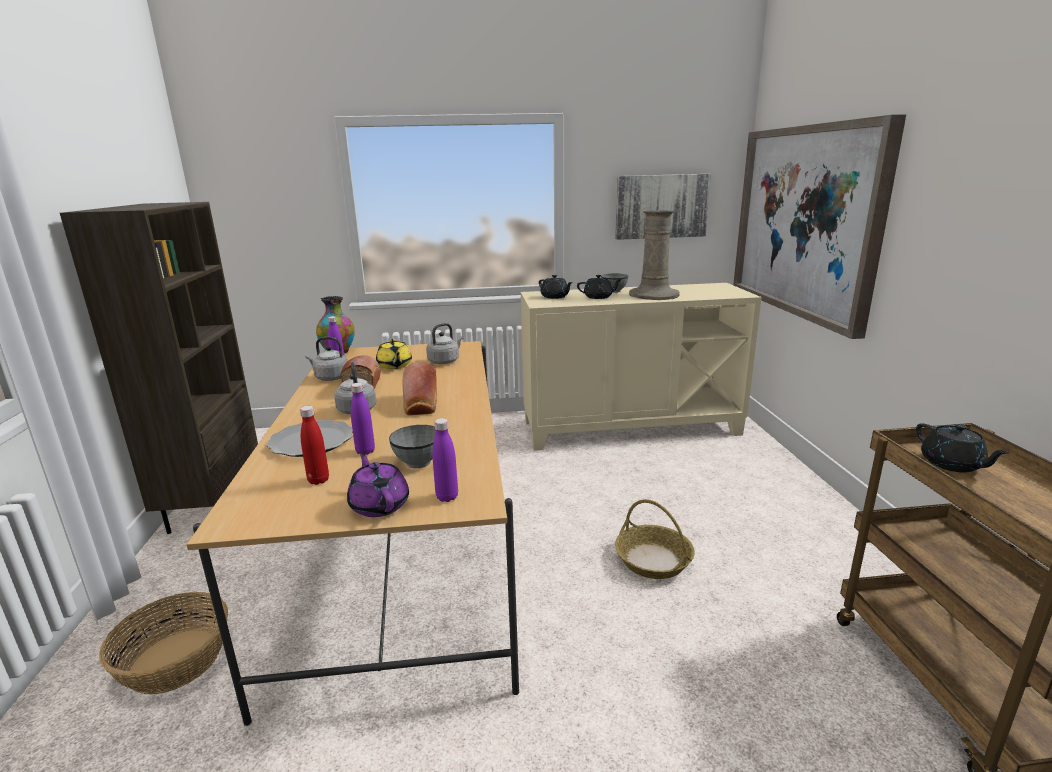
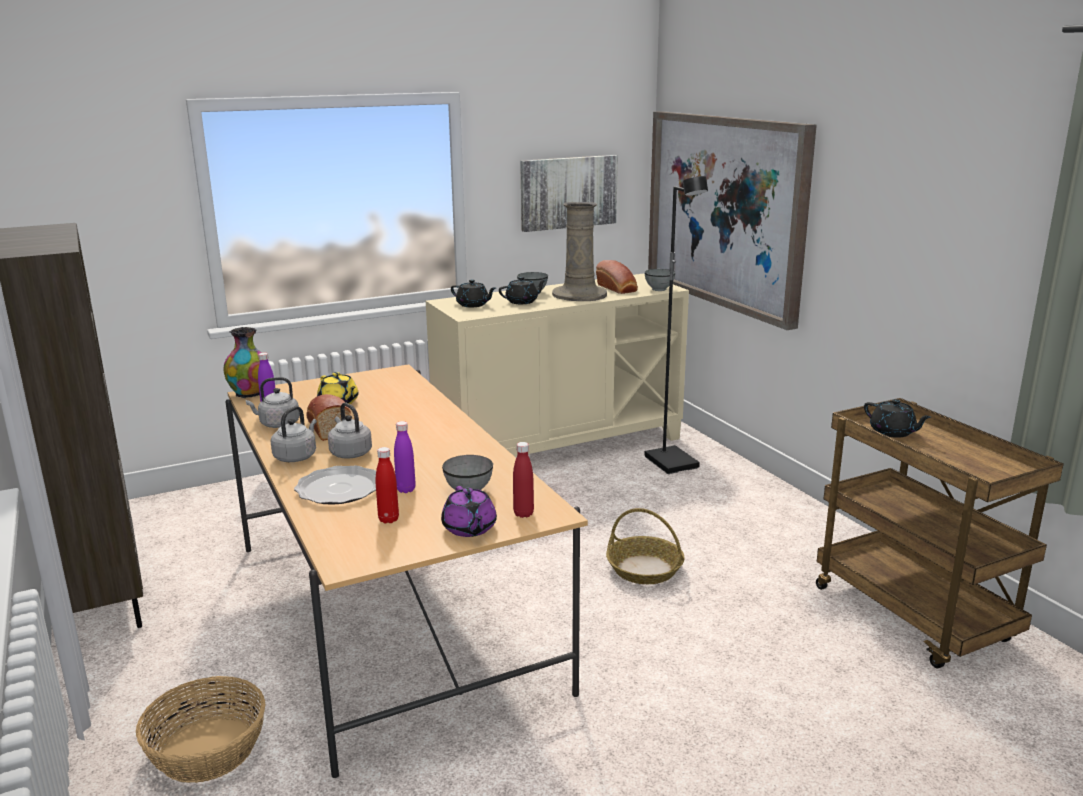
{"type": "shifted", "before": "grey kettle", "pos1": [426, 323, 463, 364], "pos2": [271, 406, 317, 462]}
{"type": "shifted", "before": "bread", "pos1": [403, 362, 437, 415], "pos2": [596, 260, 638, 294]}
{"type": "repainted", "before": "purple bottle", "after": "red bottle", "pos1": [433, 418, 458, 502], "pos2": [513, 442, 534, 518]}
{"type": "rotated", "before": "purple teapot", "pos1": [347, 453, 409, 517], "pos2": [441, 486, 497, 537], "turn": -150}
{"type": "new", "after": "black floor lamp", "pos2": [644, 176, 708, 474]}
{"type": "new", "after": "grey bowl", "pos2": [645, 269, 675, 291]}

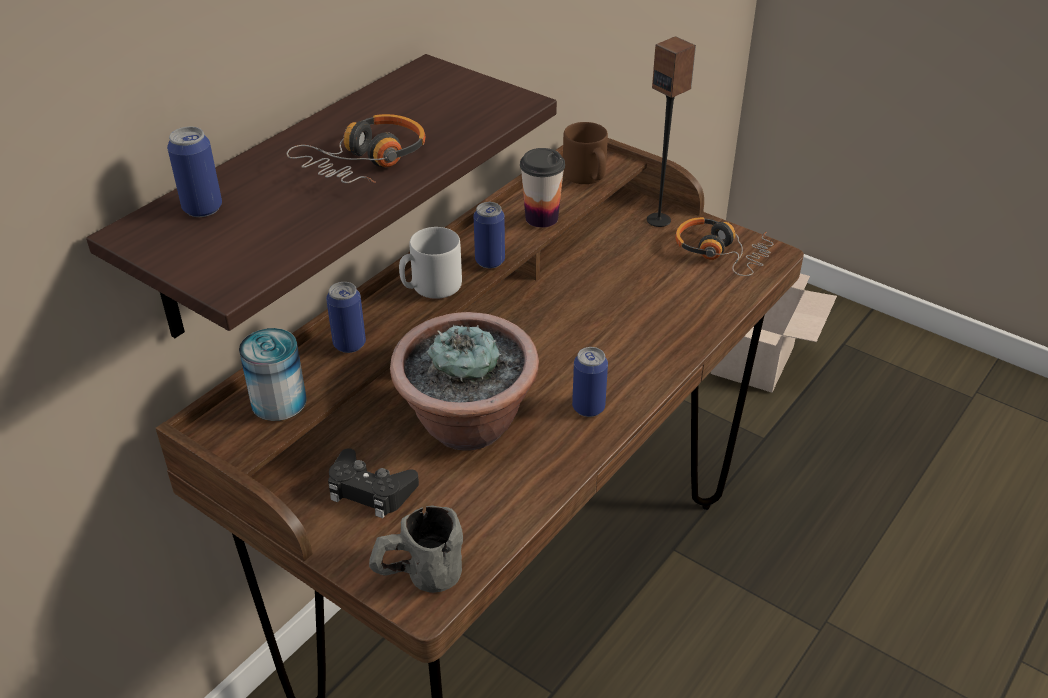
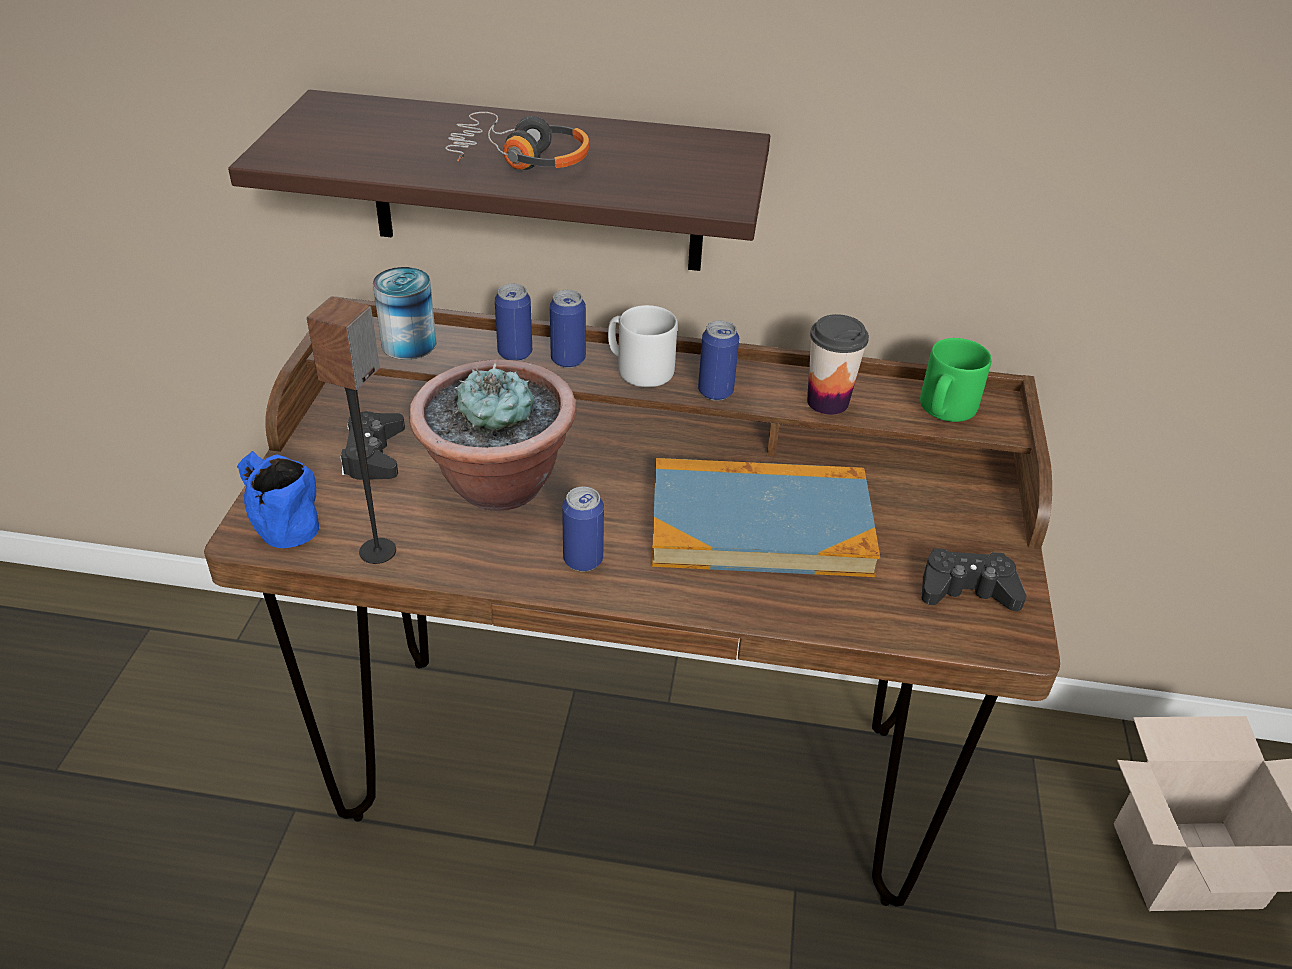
{"type": "shifted", "before": "speaker", "pos1": [647, 37, 696, 227], "pos2": [307, 296, 396, 564]}
{"type": "repainted", "before": "brown mug", "after": "green mug", "pos1": [563, 122, 608, 184], "pos2": [920, 338, 992, 422]}
{"type": "shifted", "before": "can", "pos1": [167, 127, 222, 217], "pos2": [550, 290, 586, 368]}
{"type": "swapped", "before": "headphones", "after": "black game controller", "pos1": [675, 217, 773, 276], "pos2": [921, 548, 1026, 611]}
{"type": "repainted", "before": "grey mug", "after": "blue mug", "pos1": [369, 505, 463, 593], "pos2": [237, 451, 319, 548]}
{"type": "new", "after": "book", "pos2": [651, 458, 880, 577]}

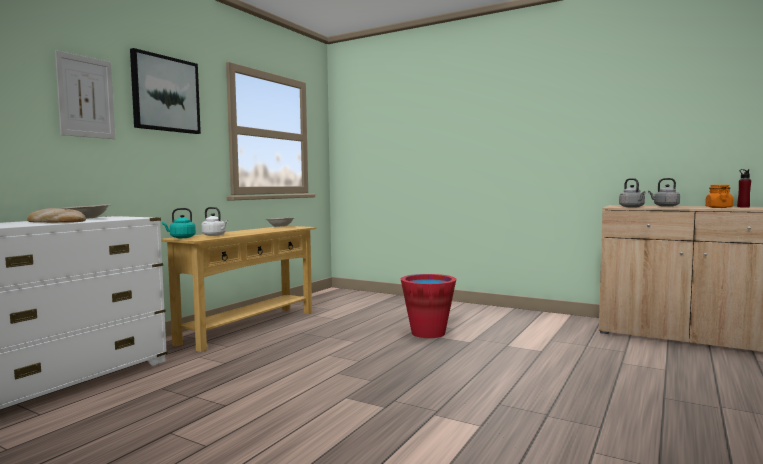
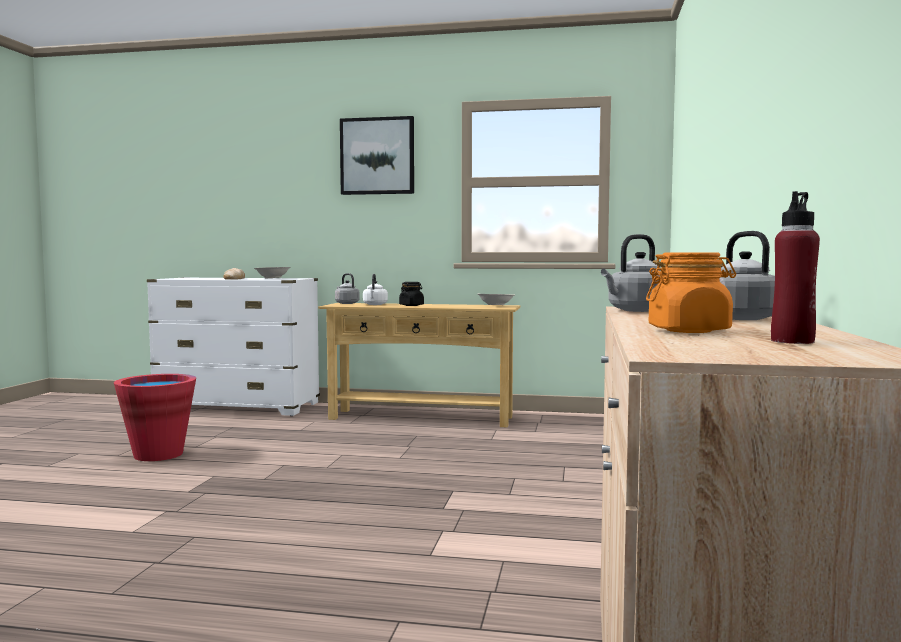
{"type": "gone", "before": "picture", "pos1": [55, 50, 115, 139]}
{"type": "repainted", "before": "turquoise kettle", "after": "grey kettle", "pos1": [162, 208, 196, 238], "pos2": [335, 273, 360, 304]}
{"type": "shifted", "before": "red bucket", "pos1": [400, 274, 456, 338], "pos2": [114, 374, 196, 461]}
{"type": "new", "after": "black jar", "pos2": [399, 282, 424, 306]}

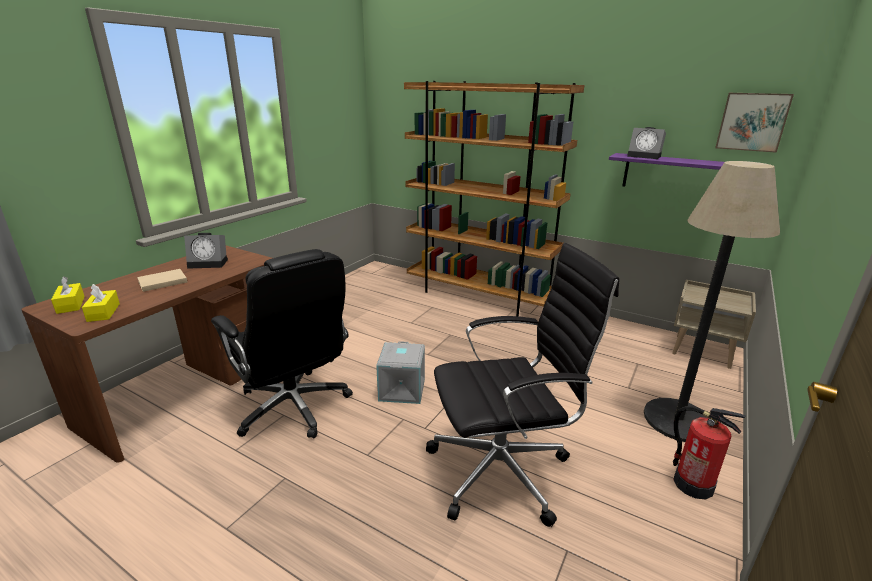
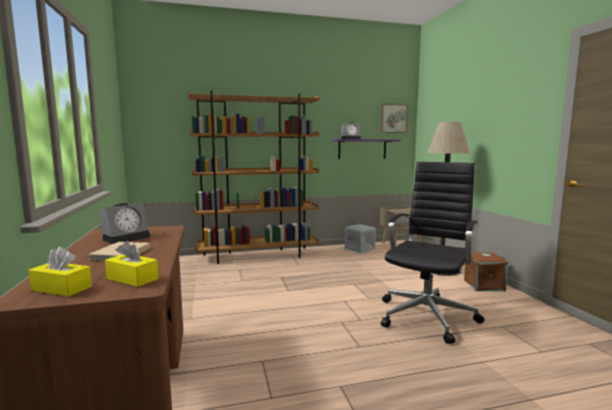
{"type": "gone", "before": "black office chair", "pos1": [211, 249, 353, 438]}
{"type": "shifted", "before": "grey storage box", "pos1": [376, 341, 425, 404], "pos2": [345, 224, 376, 253]}
{"type": "swapped", "before": "fire extinguisher", "after": "brown storage box", "pos1": [673, 406, 746, 499], "pos2": [464, 253, 508, 292]}

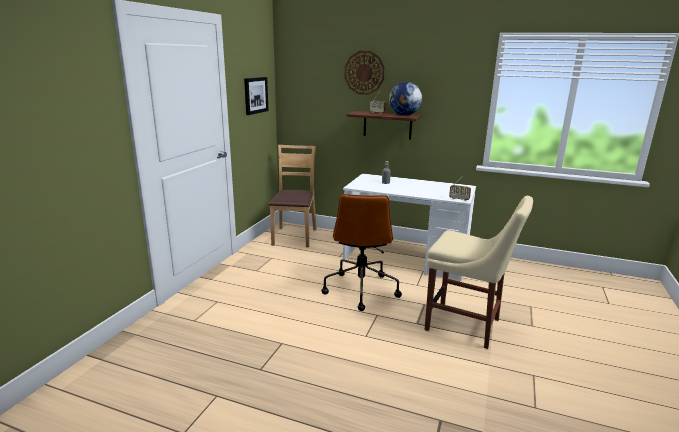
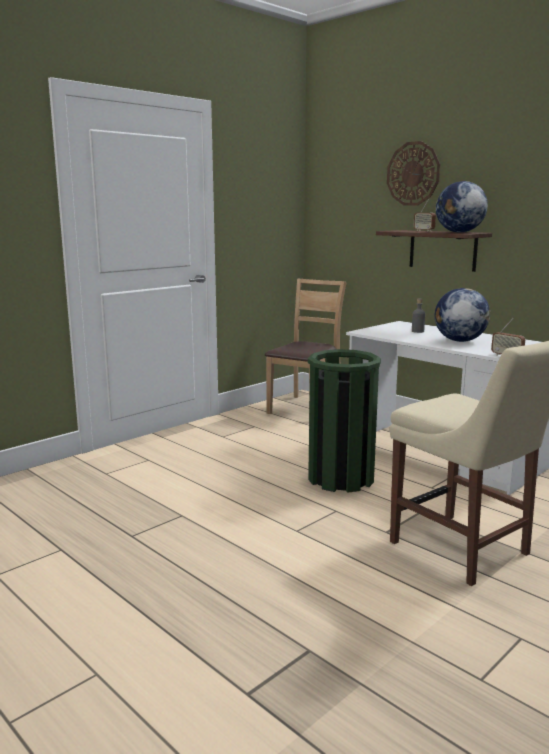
{"type": "gone", "before": "picture", "pos1": [244, 77, 269, 115]}
{"type": "swapped", "before": "brown office chair", "after": "green trash can", "pos1": [321, 194, 402, 311], "pos2": [308, 349, 381, 493]}
{"type": "new", "after": "globe", "pos2": [435, 288, 490, 342]}

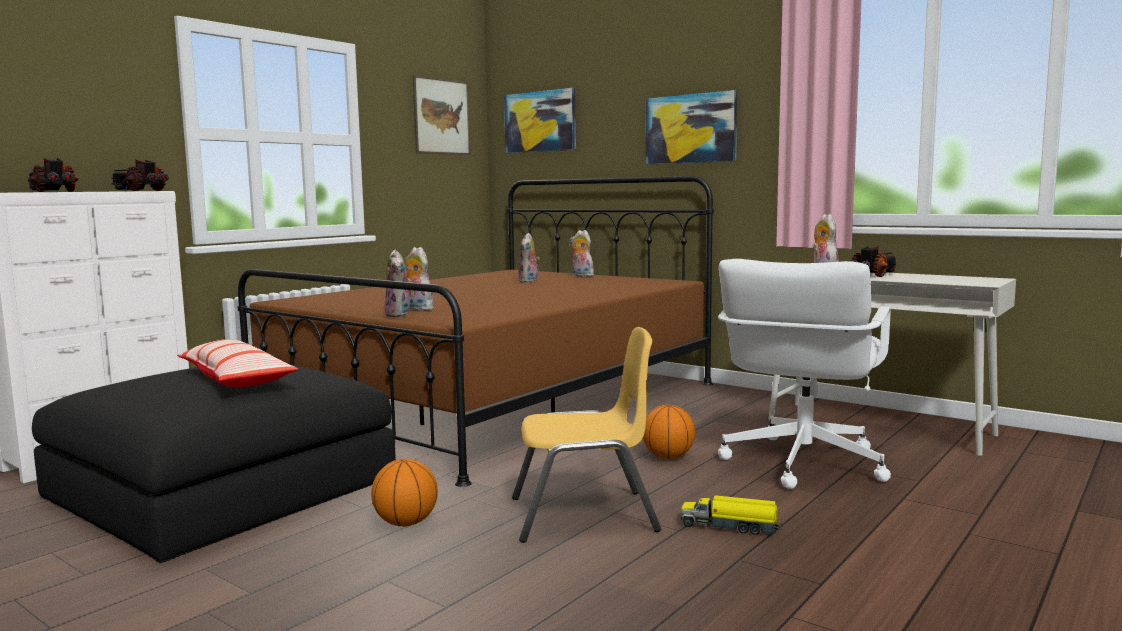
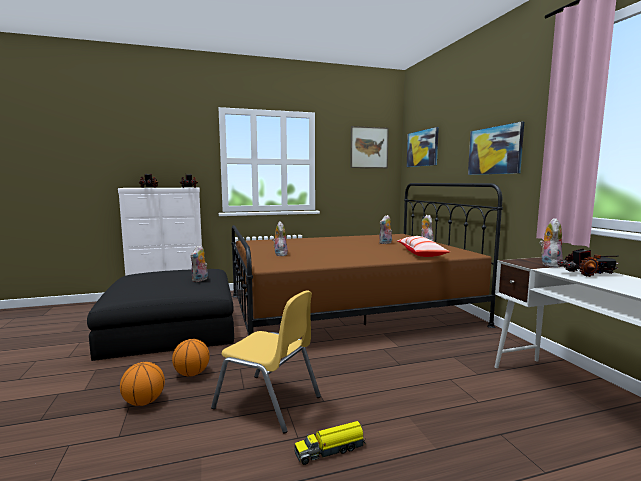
{"type": "shifted", "before": "plush toy", "pos1": [385, 250, 412, 317], "pos2": [191, 245, 208, 282]}
{"type": "gone", "before": "white office chair", "pos1": [718, 259, 891, 489]}
{"type": "shifted", "before": "pillow", "pos1": [177, 339, 298, 387], "pos2": [397, 236, 450, 257]}
{"type": "shifted", "before": "basketball", "pos1": [643, 405, 695, 459], "pos2": [120, 362, 165, 406]}
{"type": "rotated", "before": "toy truck", "pos1": [681, 495, 782, 535], "pos2": [294, 421, 366, 465], "turn": -75}

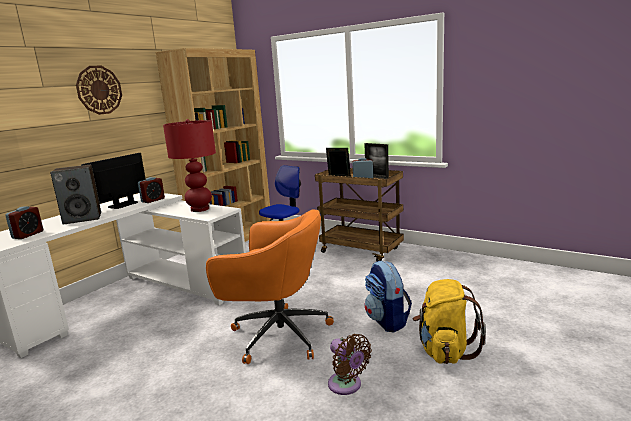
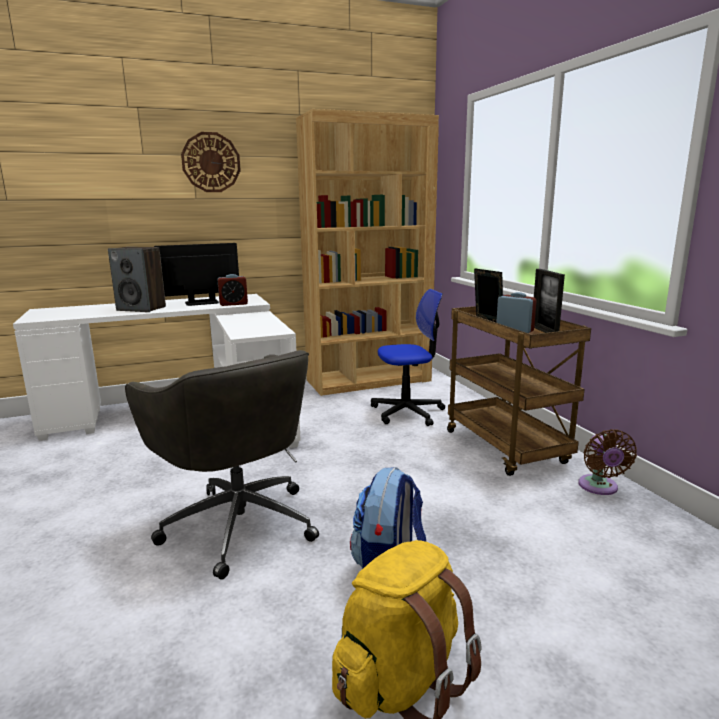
{"type": "gone", "before": "red table lamp", "pos1": [163, 119, 216, 212]}
{"type": "gone", "before": "alarm clock", "pos1": [5, 207, 43, 239]}
{"type": "repainted", "before": "orange office chair", "after": "grey office chair", "pos1": [206, 209, 334, 364], "pos2": [125, 350, 319, 580]}
{"type": "shifted", "before": "brown fan", "pos1": [328, 334, 372, 395], "pos2": [578, 429, 637, 495]}

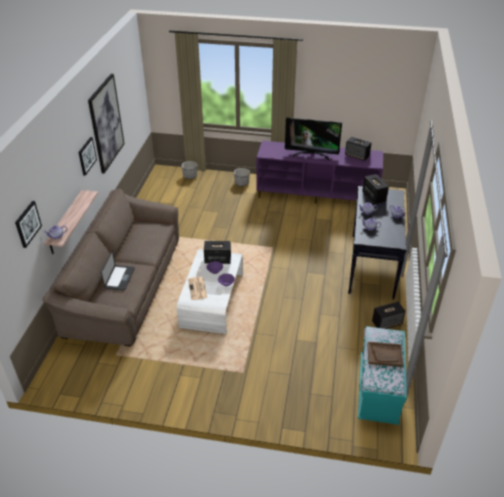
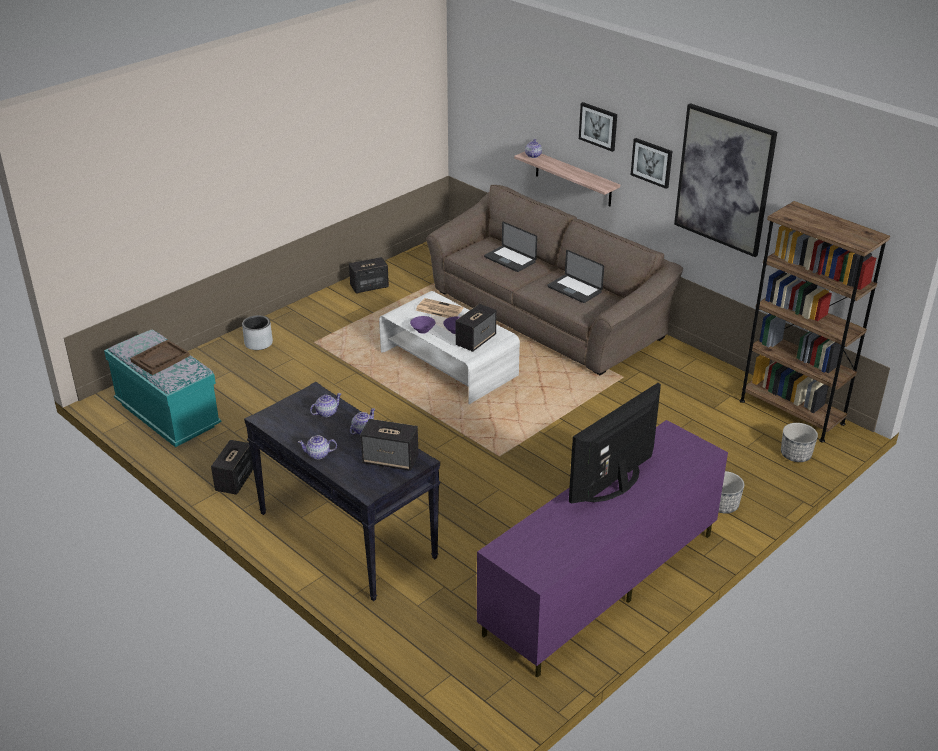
{"type": "shifted", "before": "speaker", "pos1": [345, 136, 372, 161], "pos2": [349, 257, 389, 294]}
{"type": "shifted", "before": "picture", "pos1": [15, 201, 42, 248], "pos2": [579, 102, 617, 152]}
{"type": "new", "after": "brown bookcase", "pos2": [740, 201, 890, 442]}
{"type": "new", "after": "laptop", "pos2": [547, 250, 604, 303]}
{"type": "new", "after": "grey planter", "pos2": [242, 315, 273, 350]}

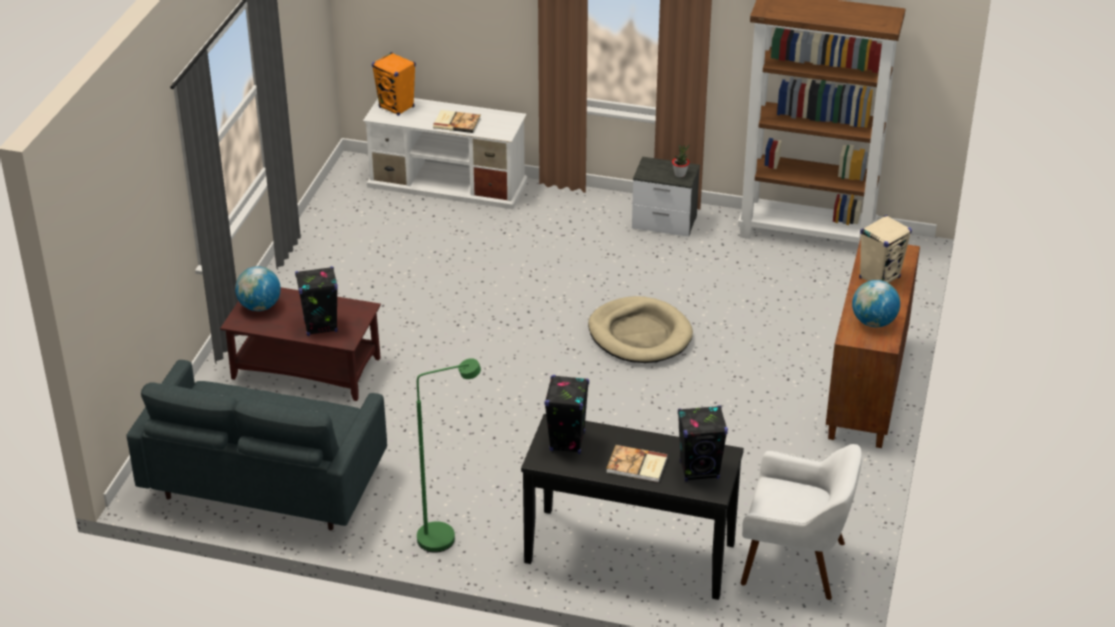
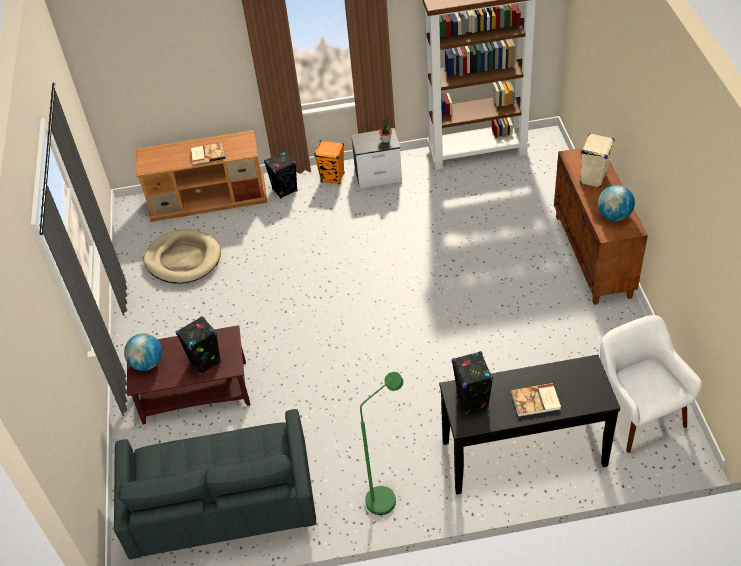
{"type": "shifted", "before": "orange speaker", "pos1": [372, 52, 416, 116], "pos2": [314, 140, 345, 185]}
{"type": "repainted", "before": "white tv stand", "after": "brown tv stand", "pos1": [363, 98, 527, 209], "pos2": [136, 130, 268, 222]}
{"type": "shifted", "before": "beige dog bed", "pos1": [588, 296, 693, 363], "pos2": [143, 229, 221, 284]}
{"type": "shifted", "before": "black speaker", "pos1": [678, 405, 728, 481], "pos2": [264, 151, 298, 199]}
{"type": "rotated", "before": "white armchair", "pos1": [741, 444, 862, 600], "pos2": [600, 315, 702, 453], "turn": -105}

